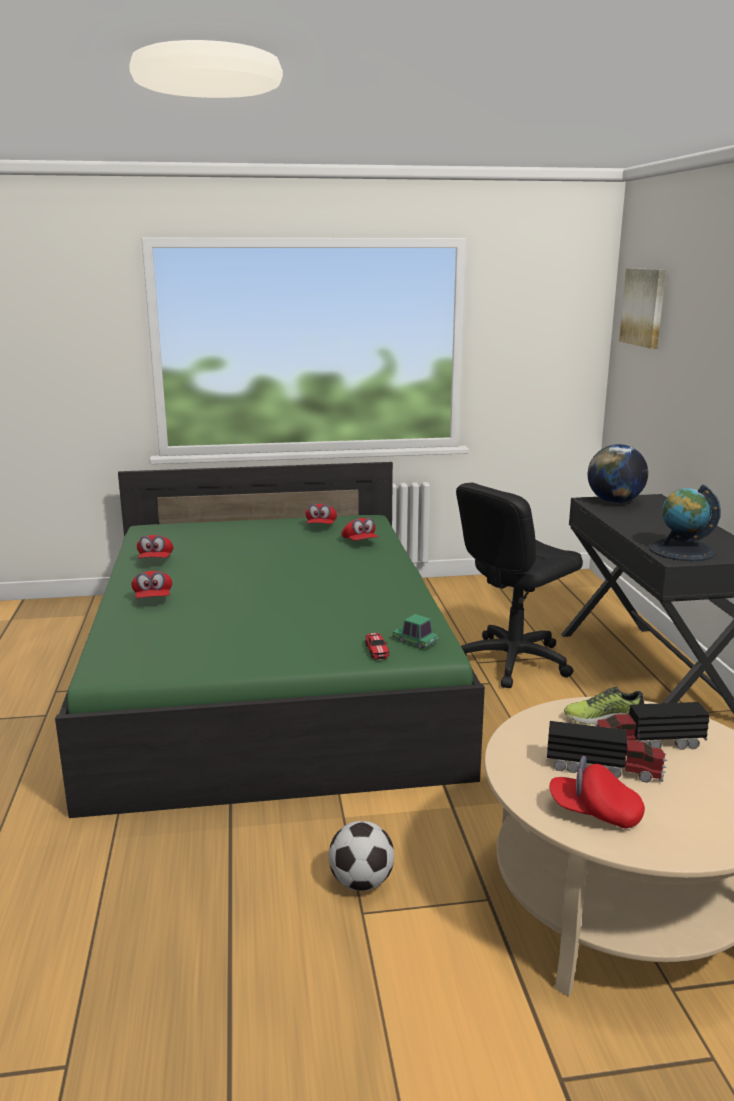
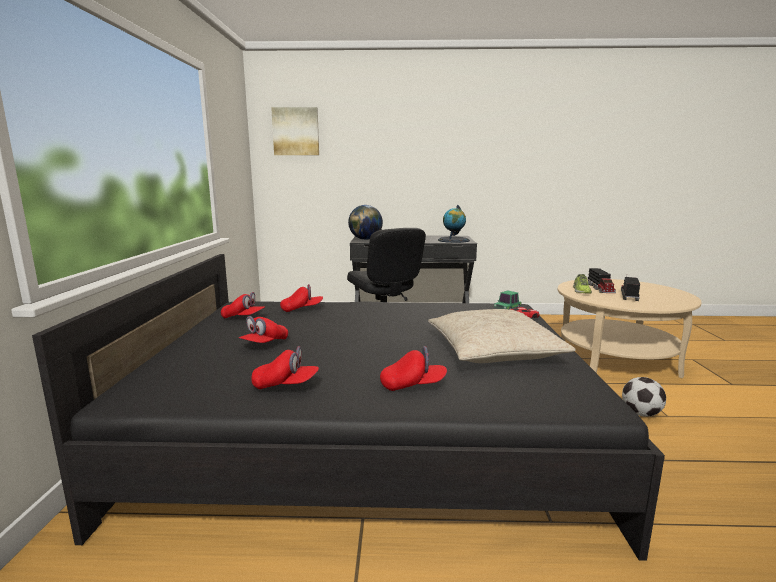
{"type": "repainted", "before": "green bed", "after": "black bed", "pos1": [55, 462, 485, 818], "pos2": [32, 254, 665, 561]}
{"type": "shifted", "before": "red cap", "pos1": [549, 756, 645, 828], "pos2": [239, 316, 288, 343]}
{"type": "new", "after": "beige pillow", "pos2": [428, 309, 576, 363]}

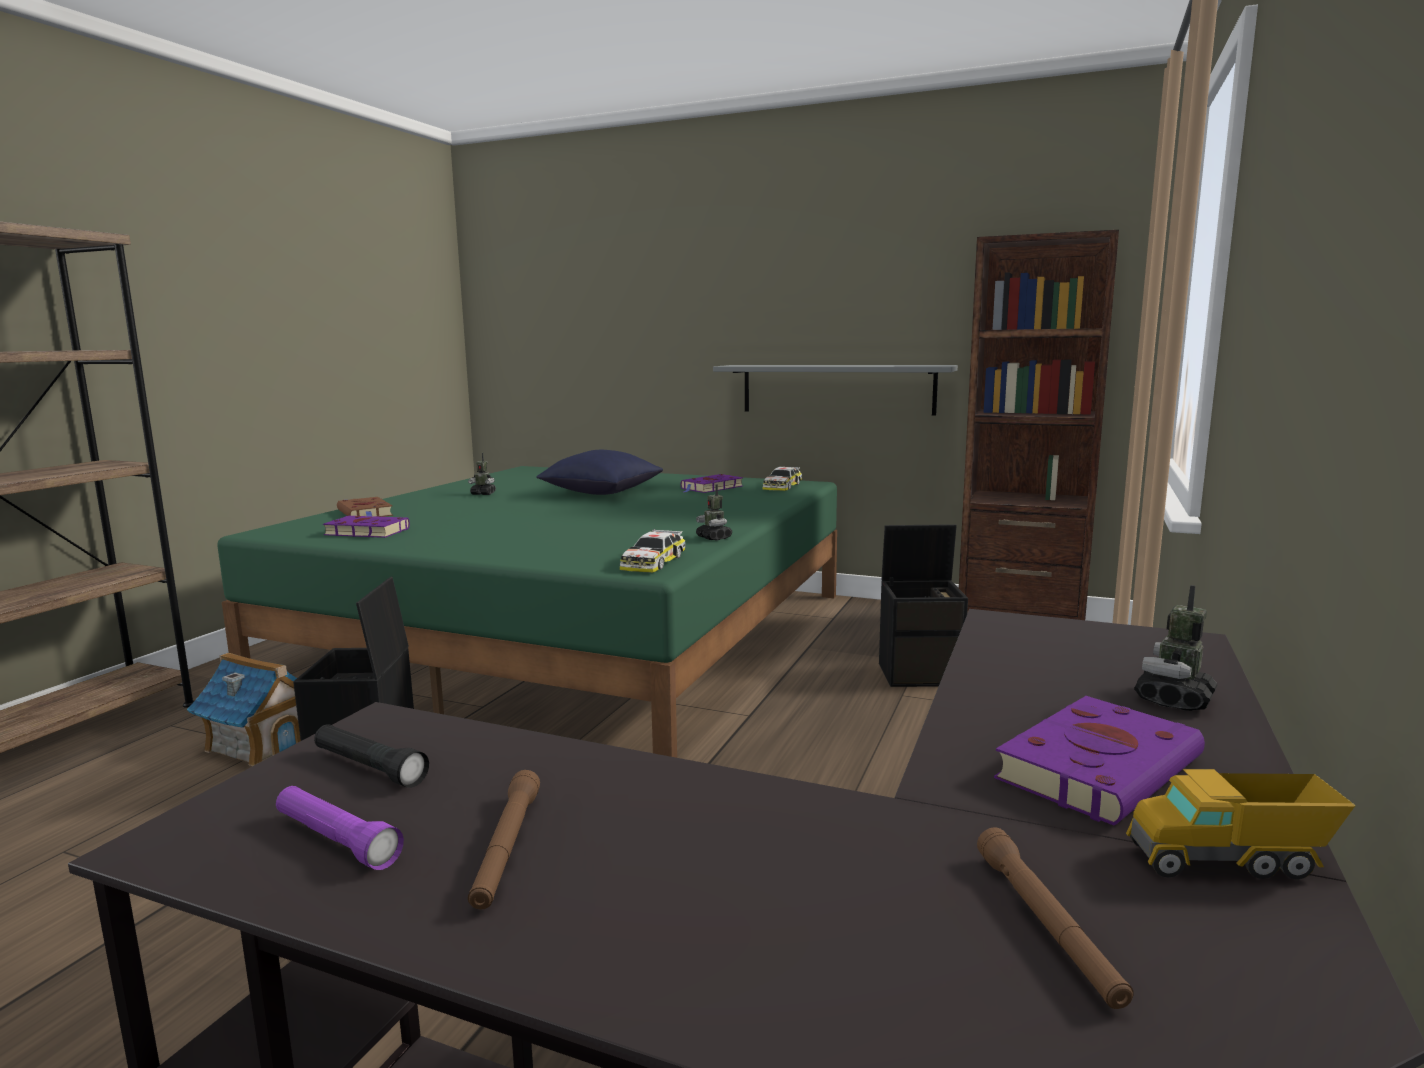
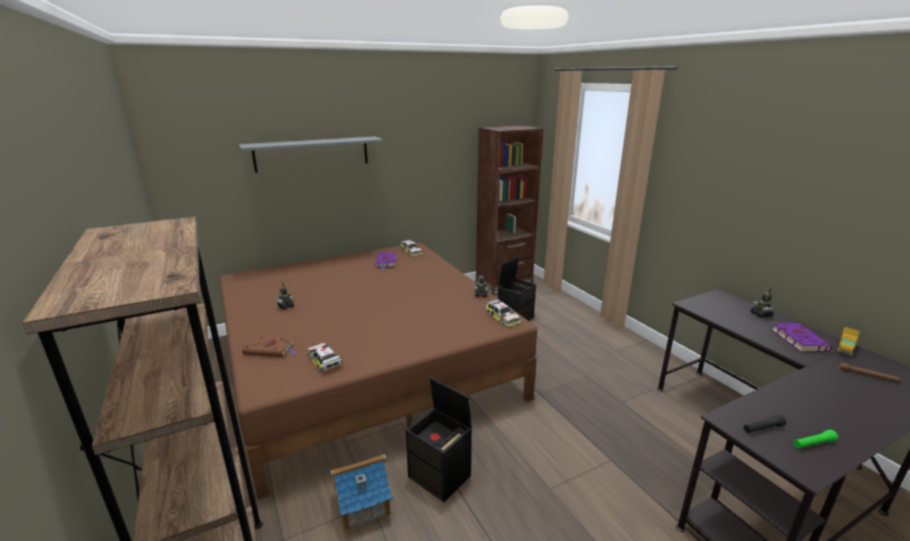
{"type": "shifted", "before": "grey shelf", "pos1": [713, 365, 958, 416], "pos2": [239, 136, 383, 173]}
{"type": "gone", "before": "blue pillow", "pos1": [536, 450, 663, 495]}
{"type": "repainted", "before": "green bed", "after": "brown bed", "pos1": [217, 466, 837, 758], "pos2": [219, 243, 537, 499]}
{"type": "swapped", "before": "purple book", "after": "toy car", "pos1": [323, 516, 410, 538], "pos2": [306, 343, 343, 372]}
{"type": "gone", "before": "brown flashlight", "pos1": [468, 770, 540, 910]}
{"type": "repainted", "before": "purple flashlight", "after": "green flashlight", "pos1": [276, 786, 404, 870], "pos2": [793, 430, 839, 448]}

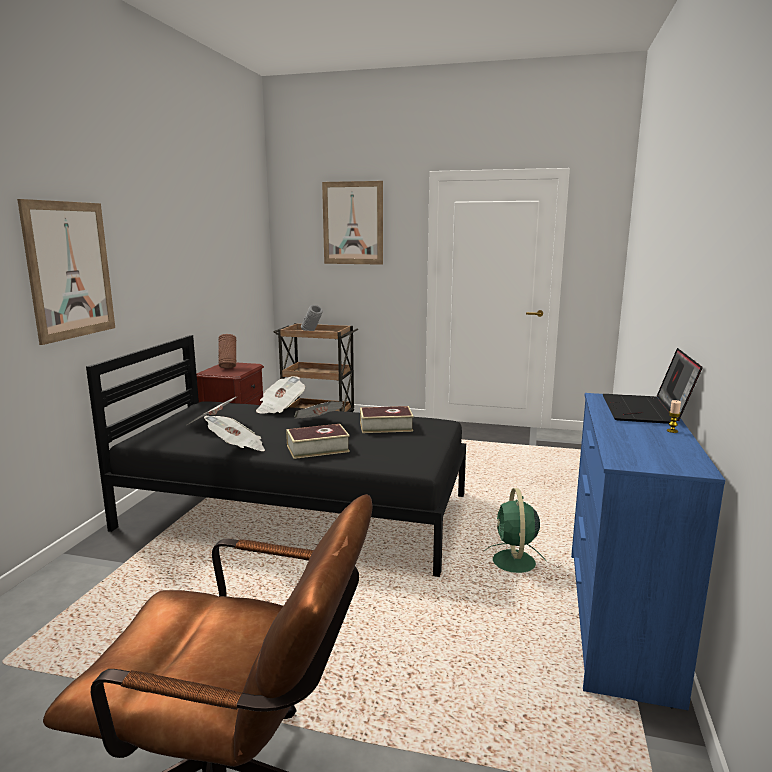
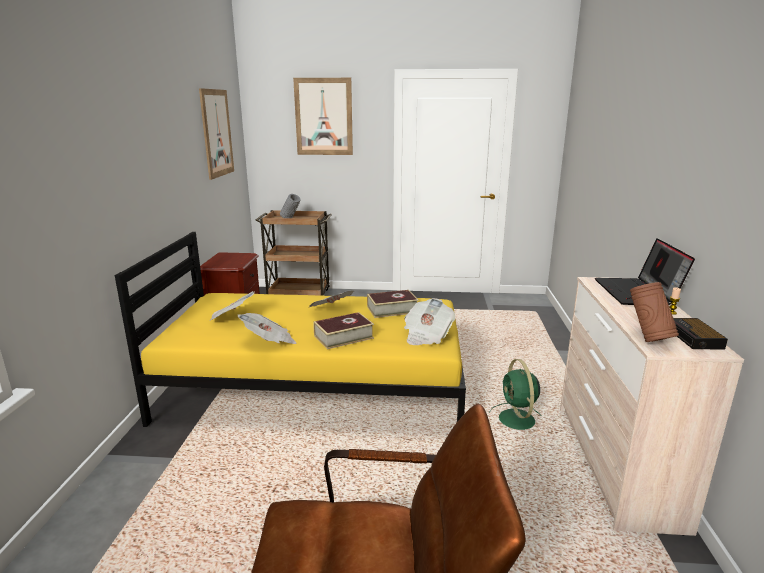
{"type": "shifted", "before": "picture", "pos1": [17, 199, 115, 345], "pos2": [199, 88, 234, 180]}
{"type": "shifted", "before": "brown vase", "pos1": [219, 334, 236, 368], "pos2": [630, 282, 679, 342]}
{"type": "repainted", "before": "black bed", "after": "yellow bed", "pos1": [86, 335, 466, 577], "pos2": [115, 232, 466, 427]}
{"type": "shifted", "before": "newspaper", "pos1": [256, 376, 305, 414], "pos2": [404, 298, 456, 345]}
{"type": "repainted", "before": "blue dresser", "after": "beige dresser", "pos1": [571, 393, 725, 710], "pos2": [560, 277, 744, 536]}
{"type": "new", "after": "alarm clock", "pos2": [673, 318, 728, 349]}

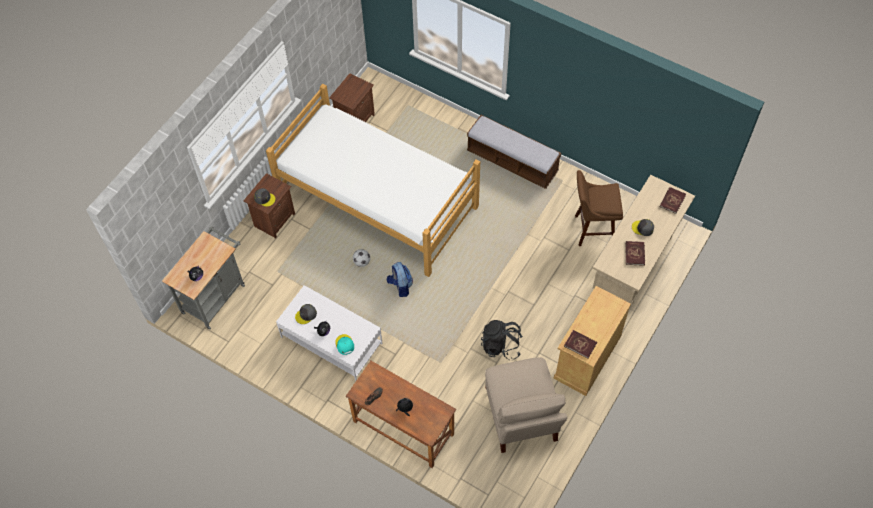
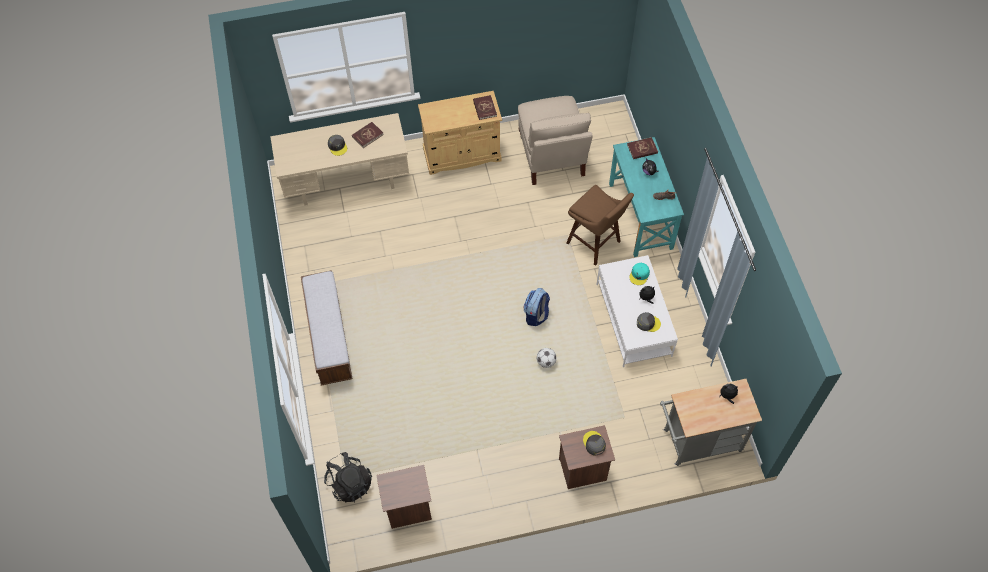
{"type": "gone", "before": "bed", "pos1": [266, 84, 480, 277]}
{"type": "shifted", "before": "brown stool", "pos1": [575, 170, 623, 246], "pos2": [567, 185, 634, 266]}
{"type": "shifted", "before": "red book", "pos1": [660, 187, 686, 214], "pos2": [627, 137, 658, 159]}
{"type": "shifted", "before": "black backpack", "pos1": [481, 320, 523, 360], "pos2": [324, 452, 372, 503]}
{"type": "rotated", "before": "beige chair", "pos1": [485, 357, 567, 453], "pos2": [518, 96, 593, 185], "turn": 135}
{"type": "repainted", "before": "brown desk", "after": "turquoise desk", "pos1": [346, 361, 456, 468], "pos2": [609, 137, 684, 257]}

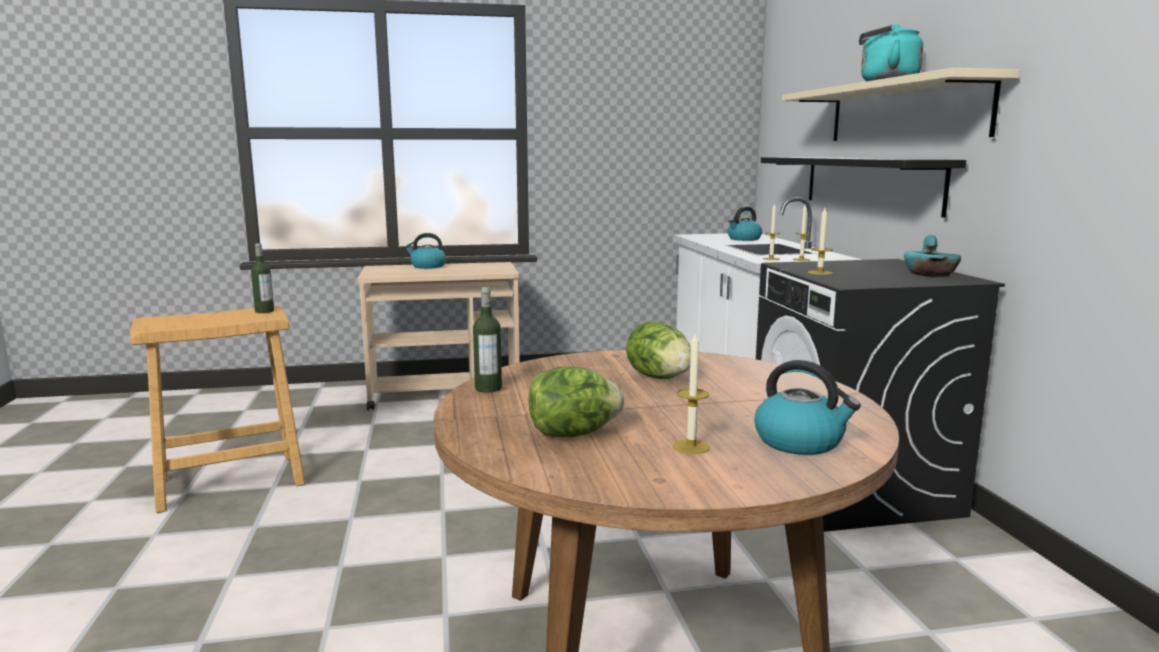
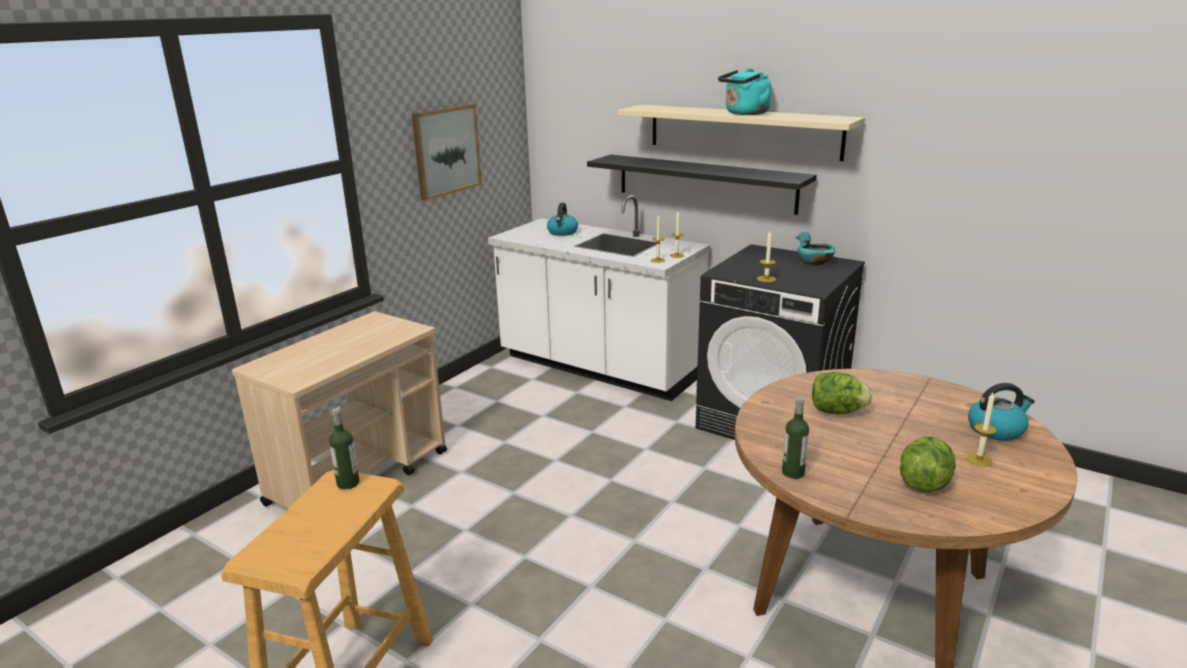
{"type": "gone", "before": "kettle", "pos1": [405, 233, 446, 269]}
{"type": "new", "after": "picture", "pos2": [412, 104, 482, 201]}

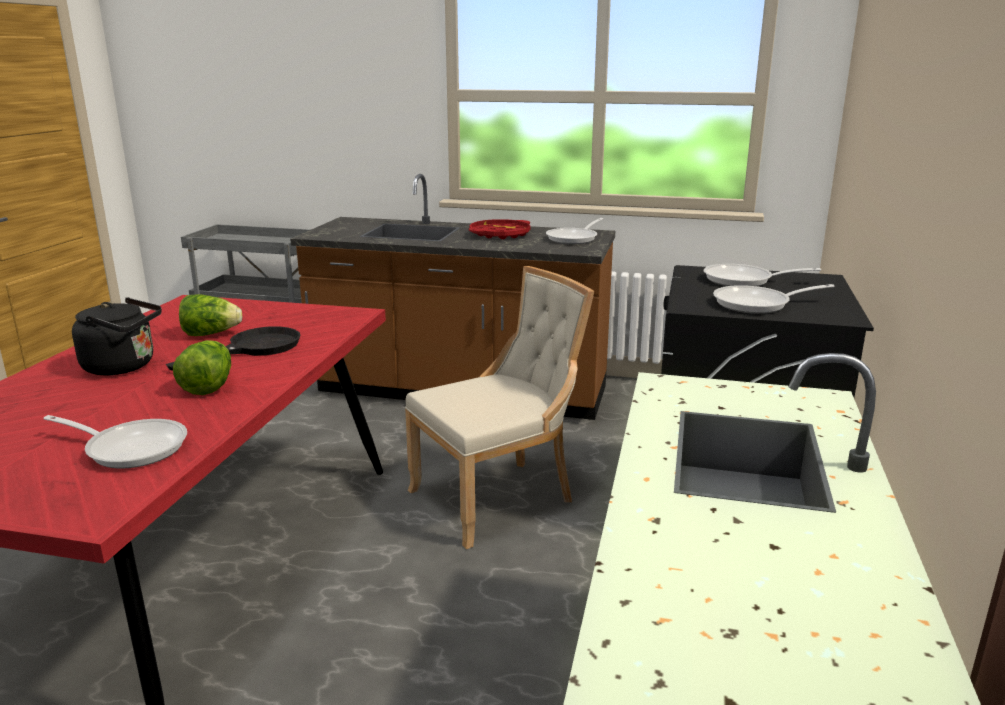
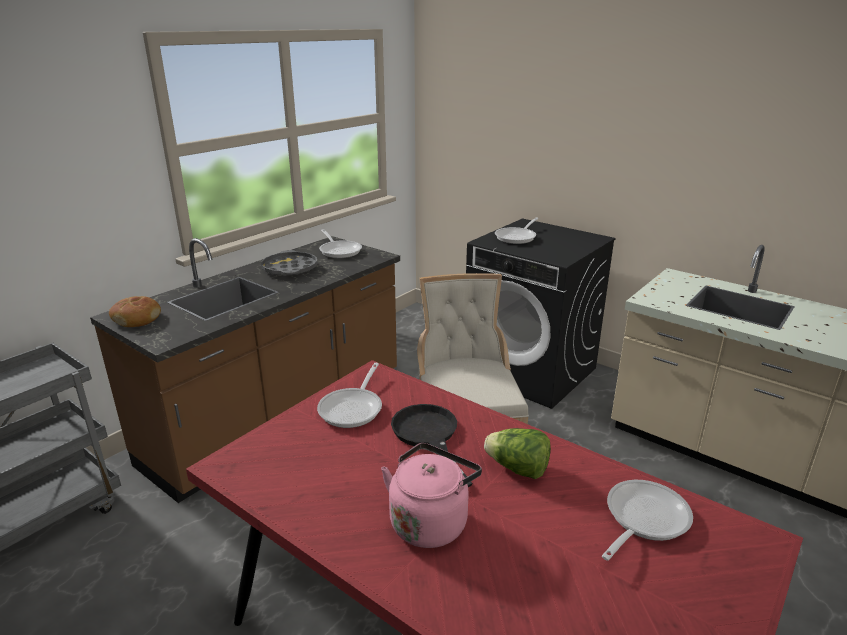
{"type": "repainted", "before": "red tray", "after": "grey tray", "pos1": [469, 219, 531, 239], "pos2": [261, 250, 318, 276]}
{"type": "shifted", "before": "frying pan", "pos1": [713, 284, 835, 314], "pos2": [317, 363, 382, 428]}
{"type": "gone", "before": "lettuce", "pos1": [179, 294, 242, 336]}
{"type": "repainted", "before": "black kettle", "after": "pink kettle", "pos1": [72, 297, 162, 375], "pos2": [381, 443, 482, 548]}
{"type": "new", "after": "bread", "pos2": [109, 296, 161, 327]}

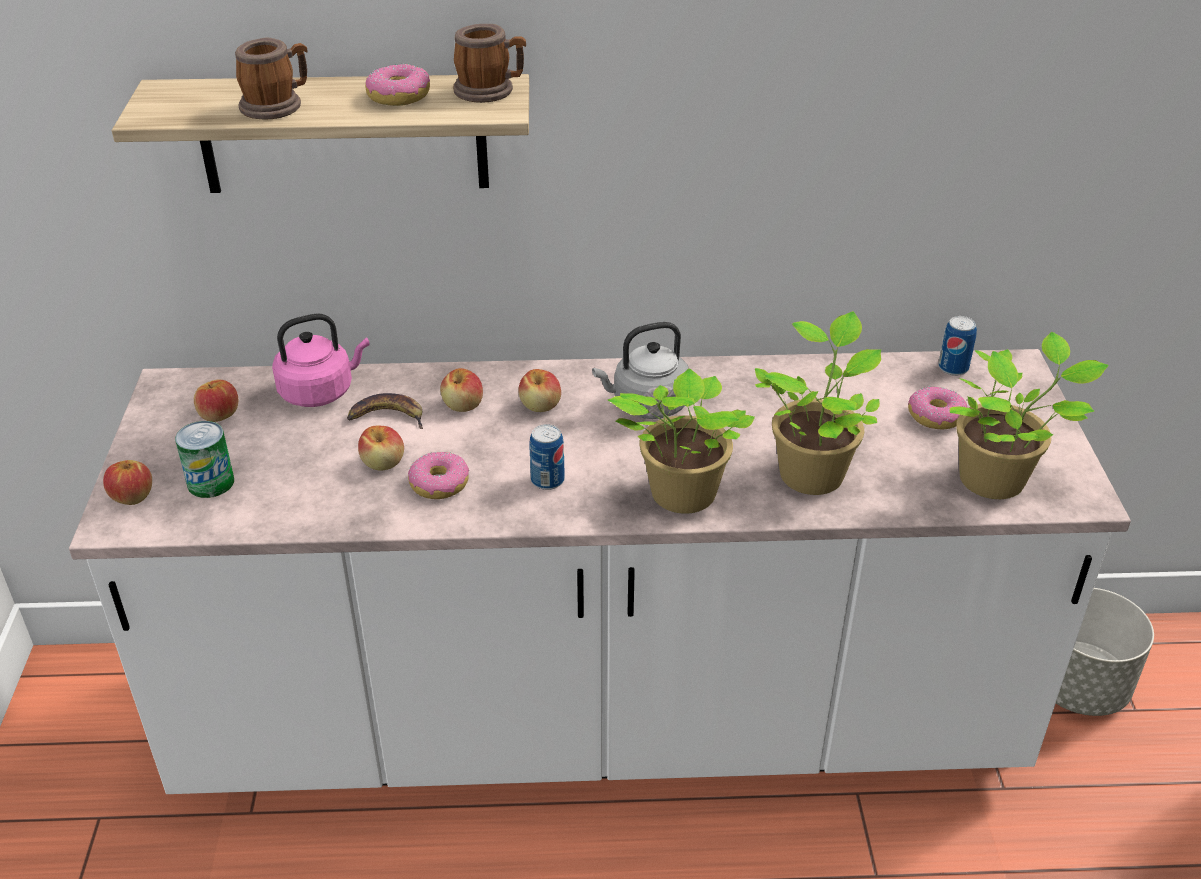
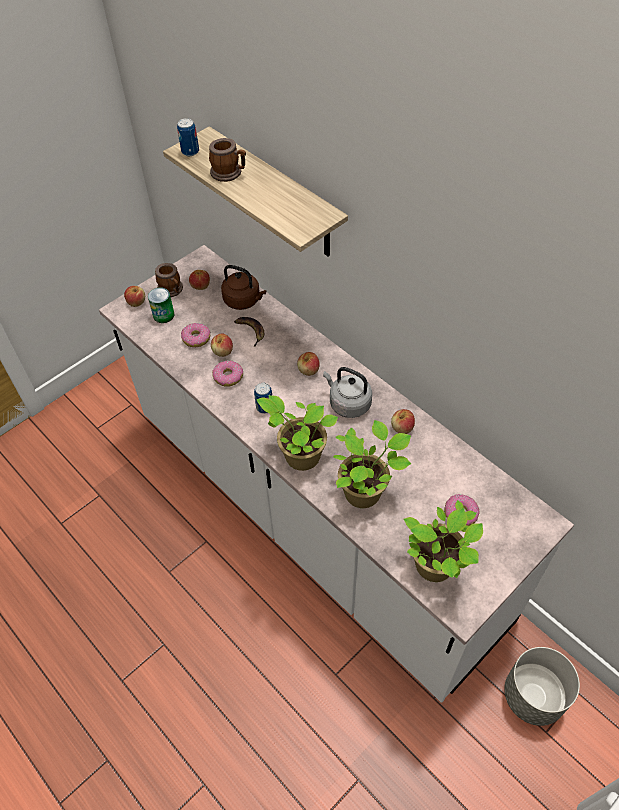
{"type": "shifted", "before": "mug", "pos1": [453, 24, 526, 103], "pos2": [155, 263, 183, 297]}
{"type": "shifted", "before": "donut", "pos1": [365, 64, 430, 106], "pos2": [181, 323, 210, 347]}
{"type": "repainted", "before": "pink kettle", "after": "brown kettle", "pos1": [272, 313, 370, 407], "pos2": [221, 265, 266, 310]}
{"type": "shifted", "before": "can", "pos1": [938, 316, 977, 376], "pos2": [177, 118, 199, 156]}
{"type": "shifted", "before": "apple", "pos1": [440, 368, 483, 412], "pos2": [391, 409, 415, 434]}

